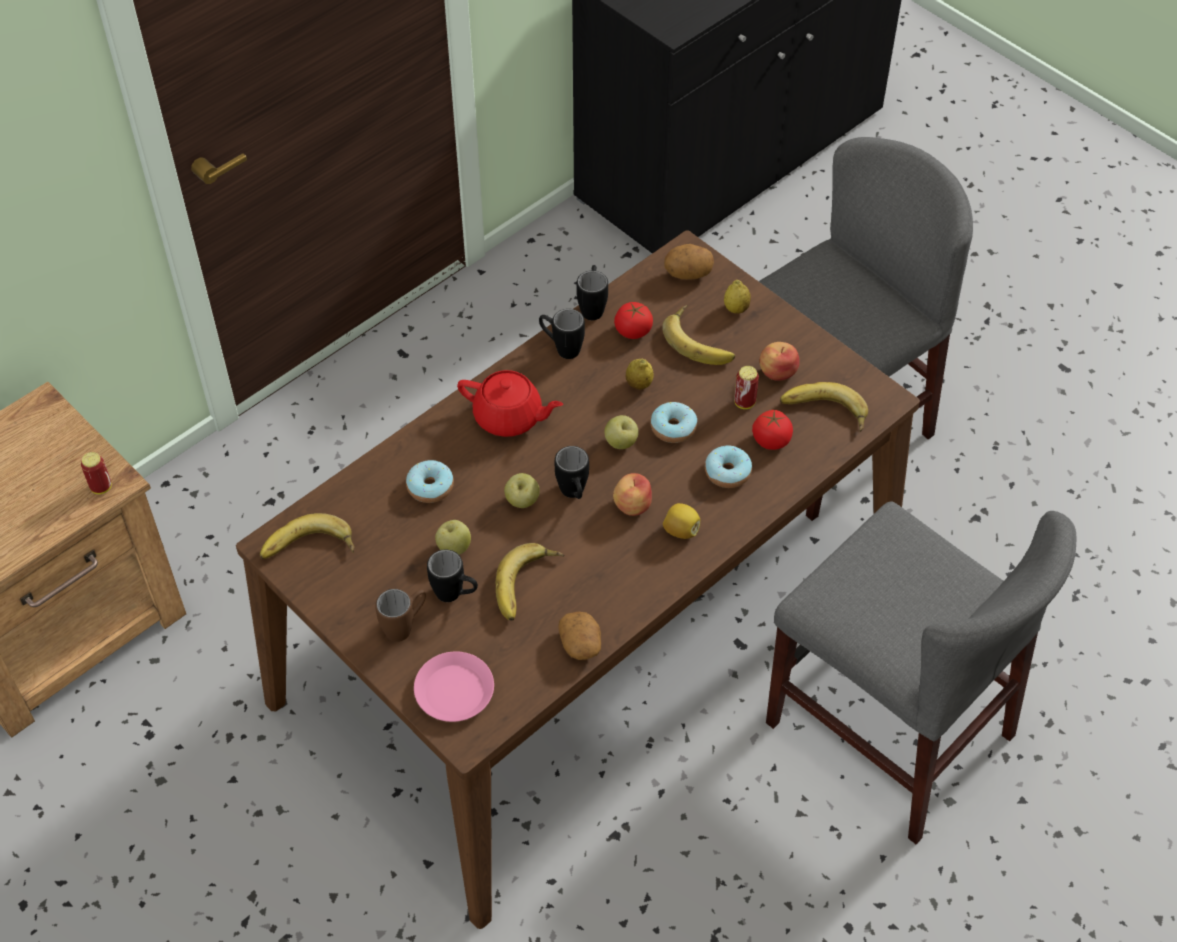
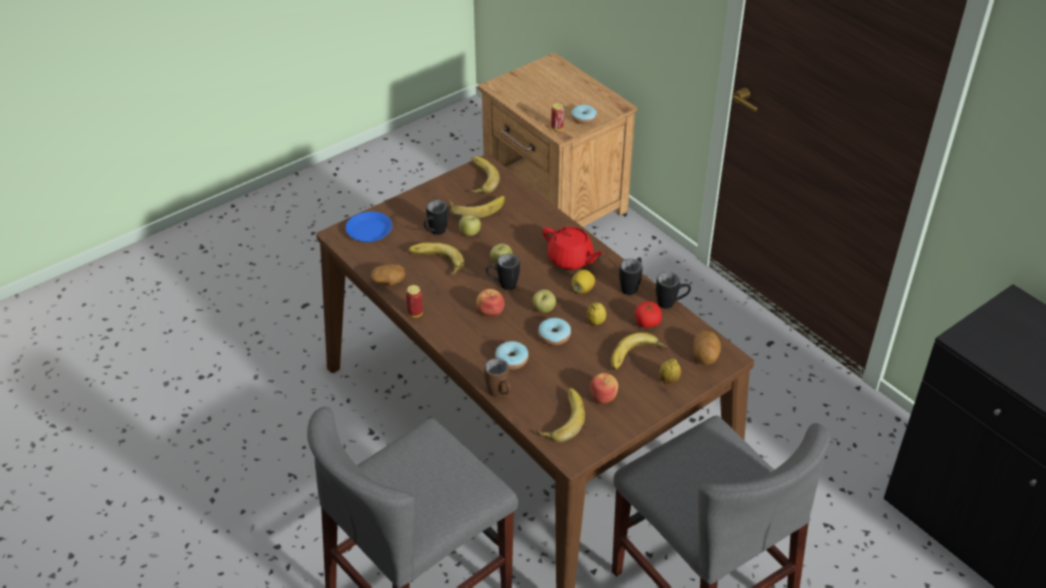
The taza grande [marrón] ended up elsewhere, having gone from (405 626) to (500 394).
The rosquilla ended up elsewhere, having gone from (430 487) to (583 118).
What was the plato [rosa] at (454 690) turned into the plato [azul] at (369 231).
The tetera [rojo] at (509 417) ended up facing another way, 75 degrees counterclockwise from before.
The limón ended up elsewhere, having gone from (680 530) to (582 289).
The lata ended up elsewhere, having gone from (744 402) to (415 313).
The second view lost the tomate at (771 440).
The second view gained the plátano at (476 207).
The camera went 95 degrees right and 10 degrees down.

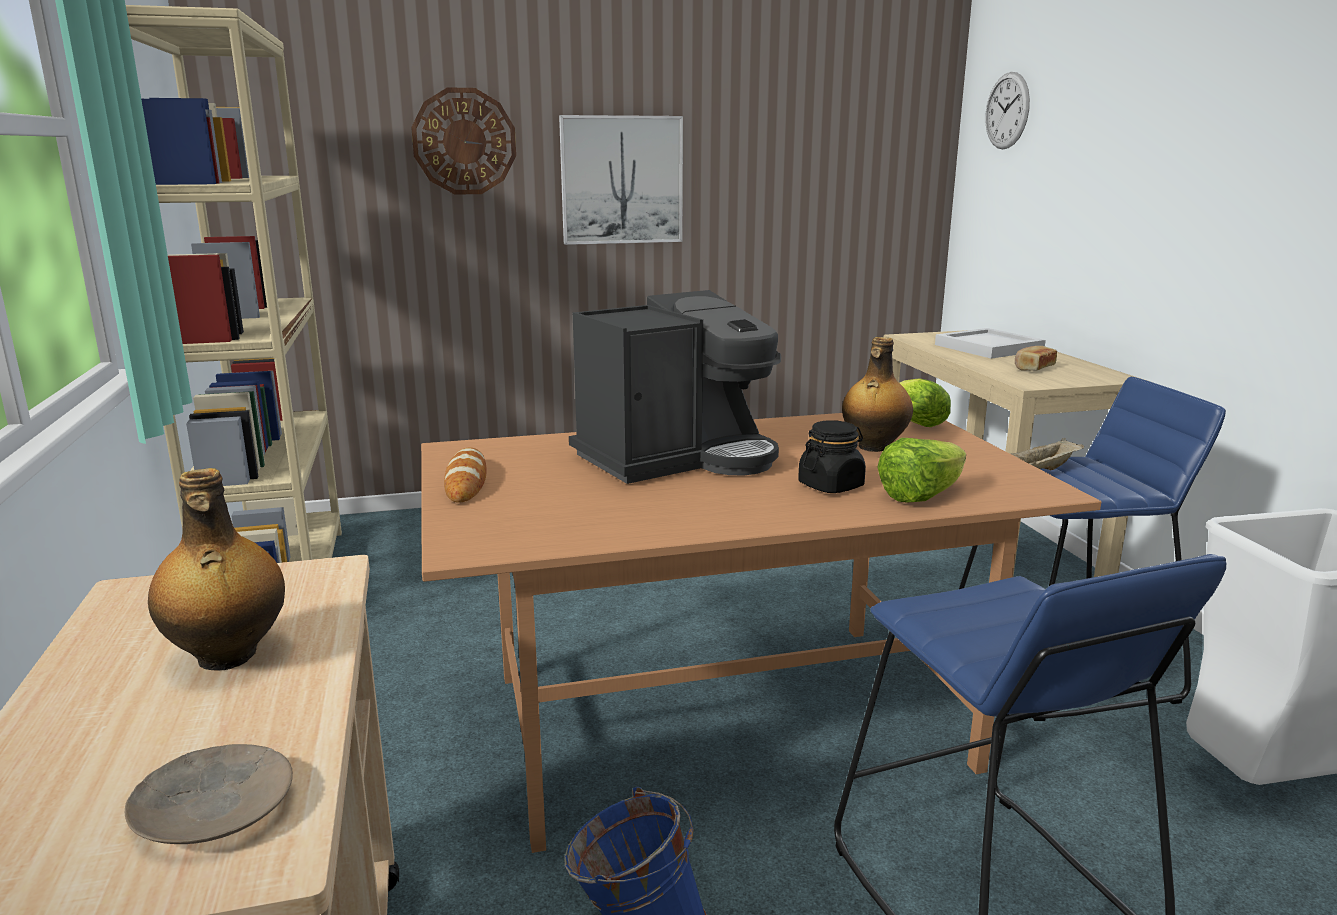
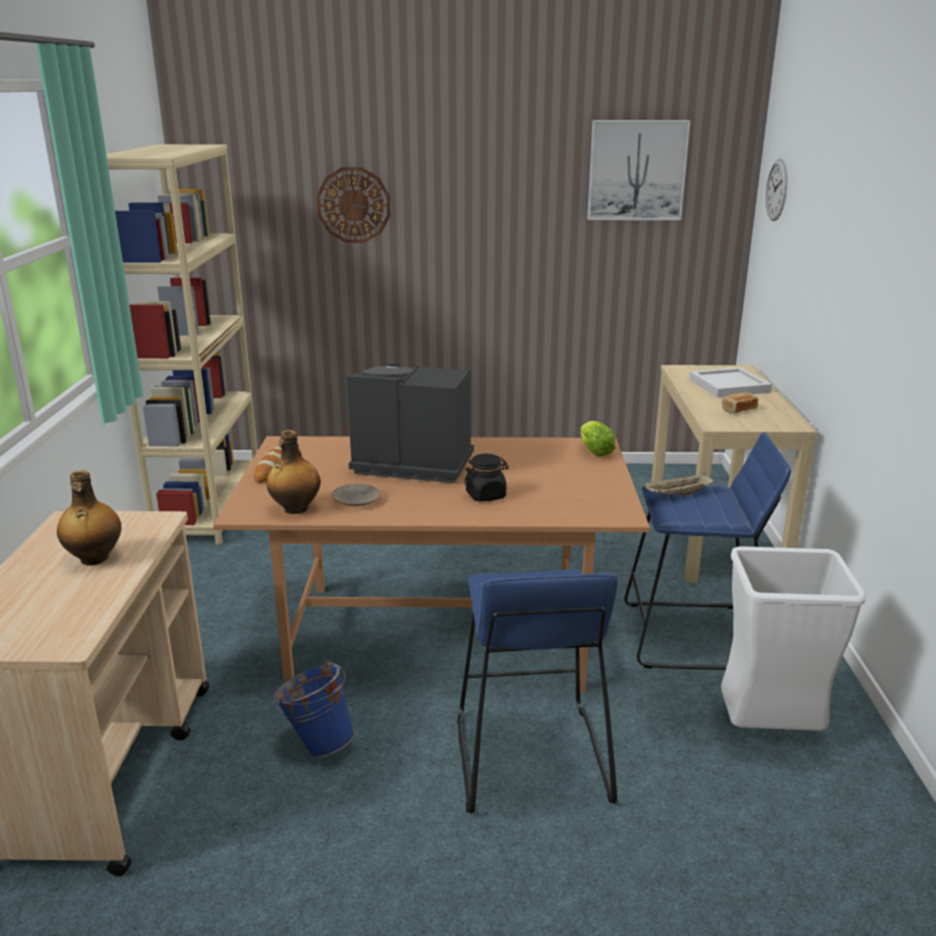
The plato [beis] ended up elsewhere, having gone from (213 808) to (356 500).
The cuadro ended up elsewhere, having gone from (621 180) to (637 170).
The cafetera at (678 458) ended up facing another way, 150 degrees counterclockwise from before.
The botella ended up elsewhere, having gone from (873 447) to (295 509).
The second view lost the lechuga at (920 495).
The camera went 15 degrees right and 5 degrees up.

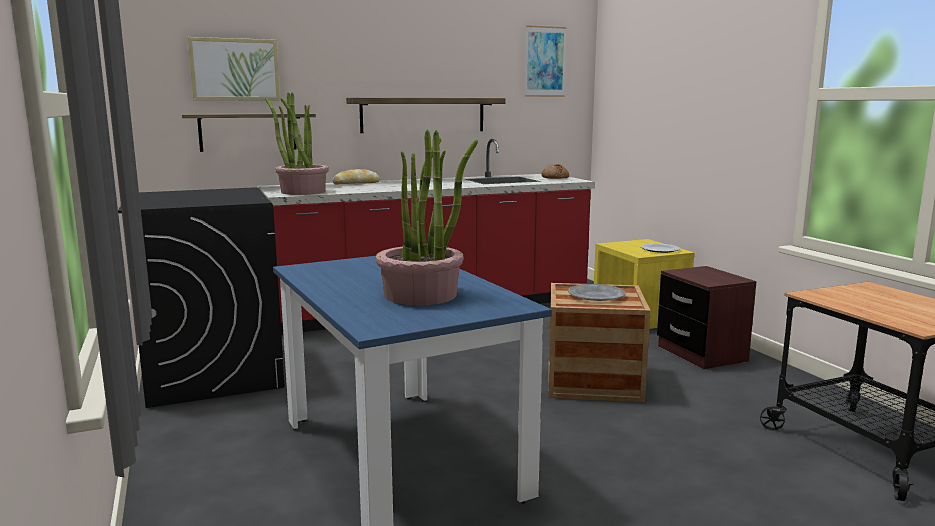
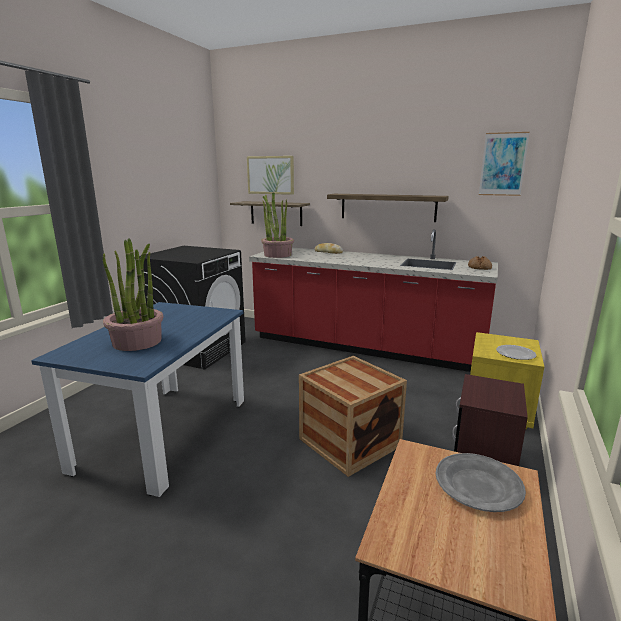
The plato [gris] ended up elsewhere, having gone from (596 296) to (477 485).
The camera went 45 degrees right and 5 degrees up.

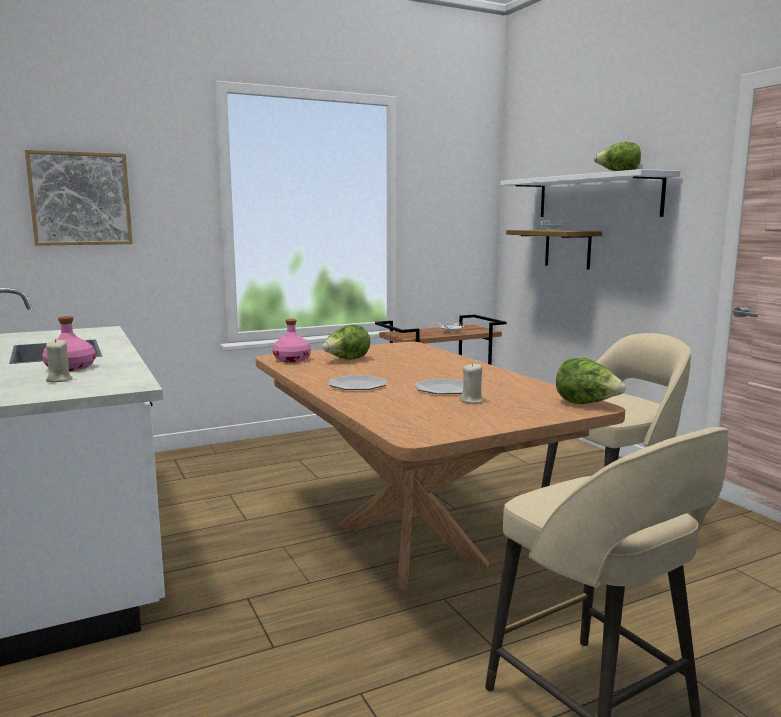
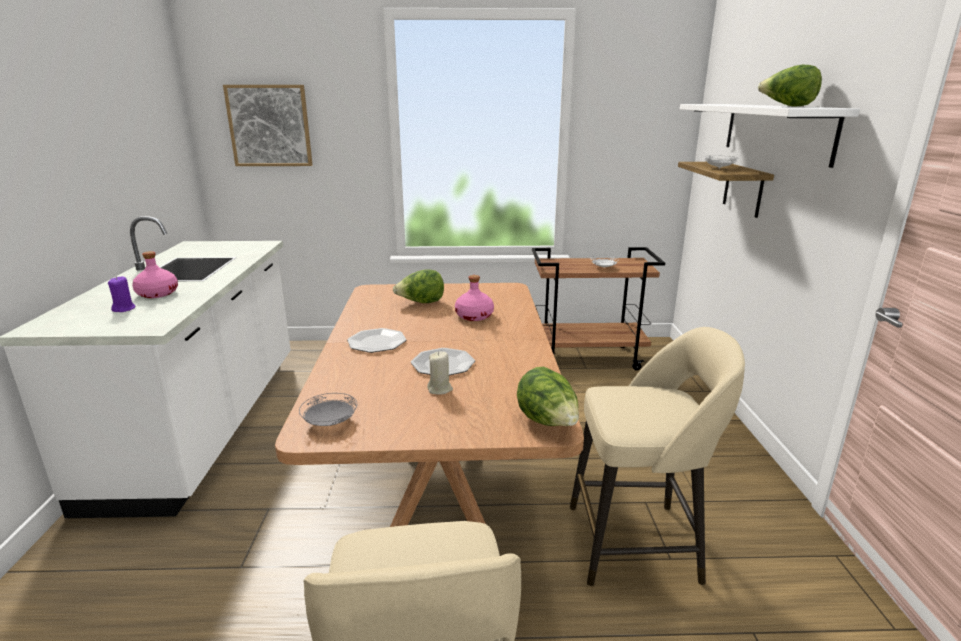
What was the vela [beis] at (59 380) turned into the vela [morado] at (124 309).
The botella [rosa] ended up elsewhere, having gone from (292 359) to (474 316).
The second view gained the plato [gris] at (330 422).
The camera went 25 degrees right and 10 degrees up.

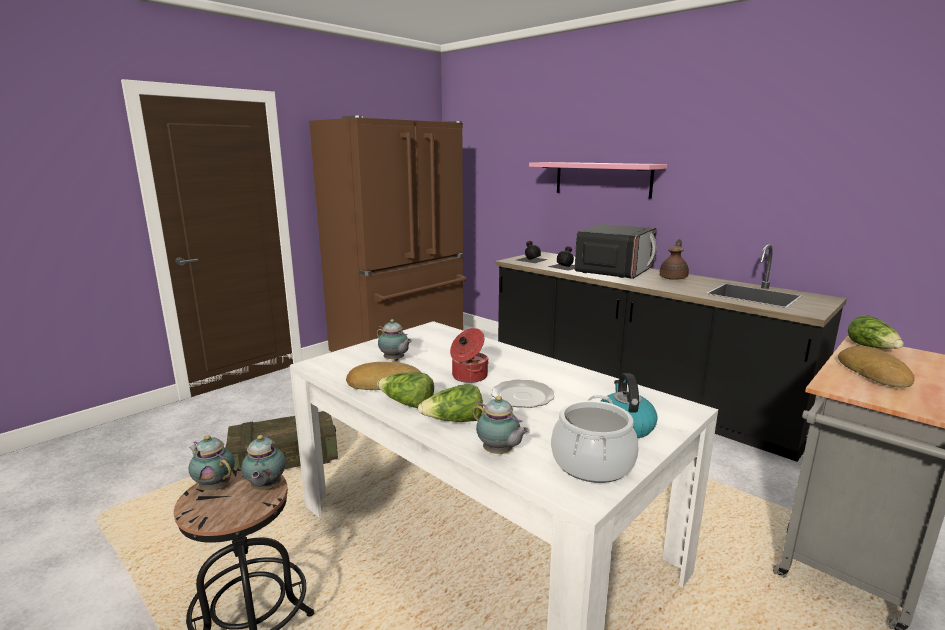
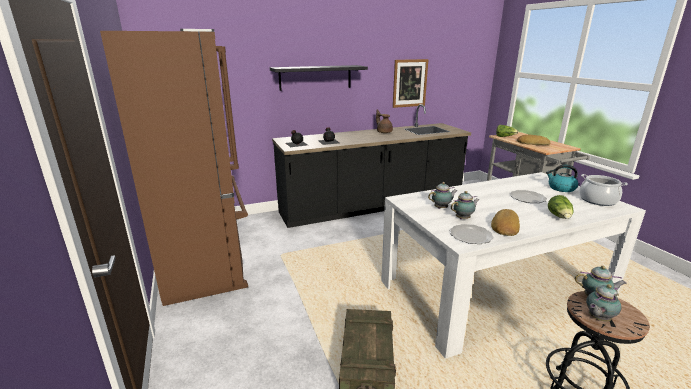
The second view lost the lechuga at (407 404).
The second view lost the olla at (468 376).
The tetera ended up elsewhere, having gone from (499 453) to (441 208).
What was the estante [rosa] at (602 179) turned into the estante [negro] at (315 77).
The second view lost the microondas at (614 271).
The second view gained the cuadro at (409 83).
The second view gained the plato at (471 235).
The camera went 65 degrees left and 5 degrees up.

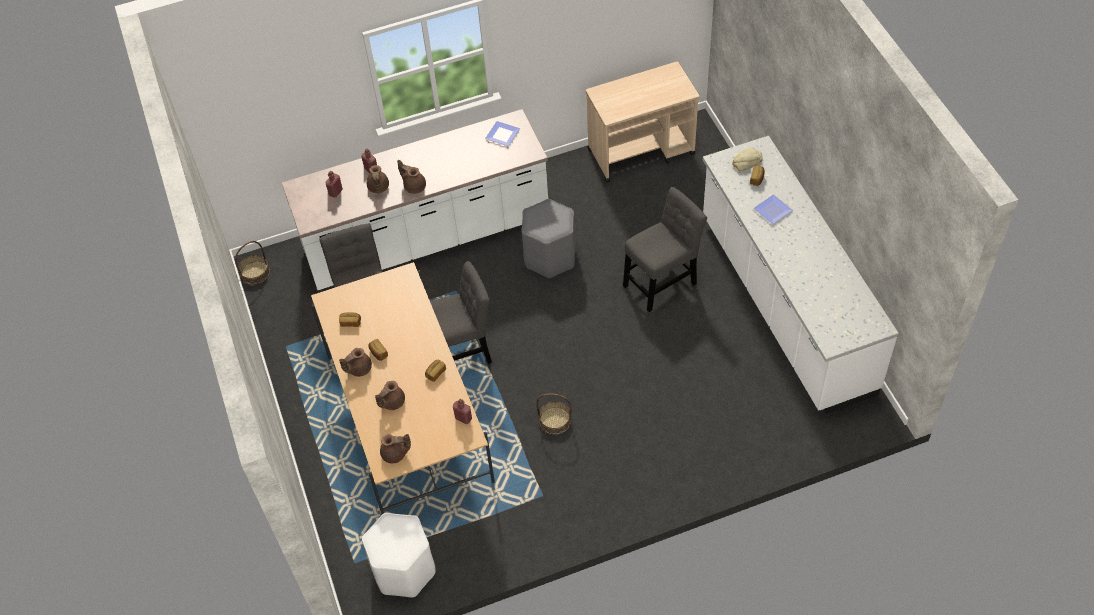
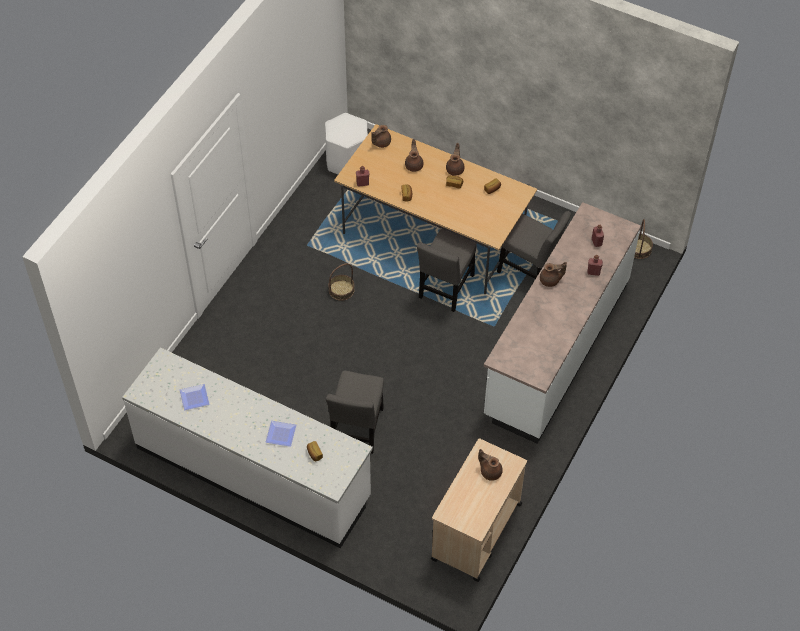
The tetera [marrón] ended up elsewhere, having gone from (378 188) to (490 471).
The plato ended up elsewhere, having gone from (503 136) to (193 397).
The second view lost the taburete [gris] at (550 256).
The second view lost the pan at (746 161).
The camera went 135 degrees right and 0 degrees up.

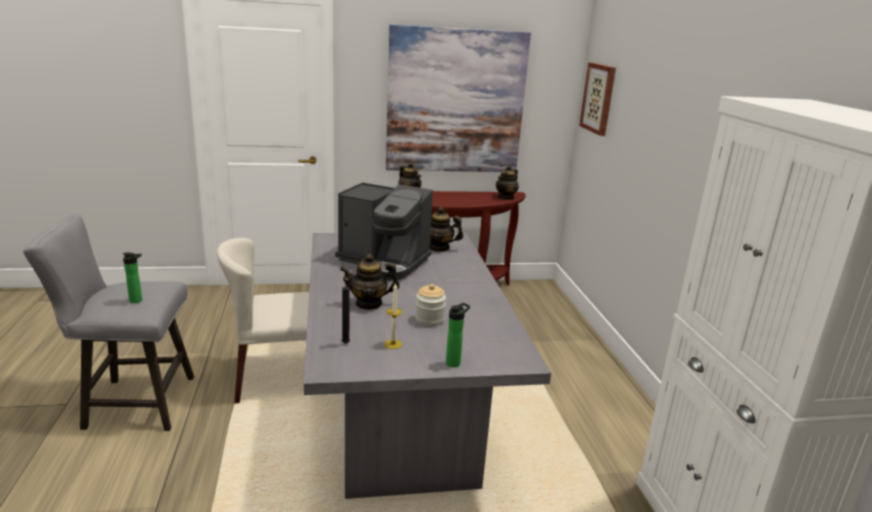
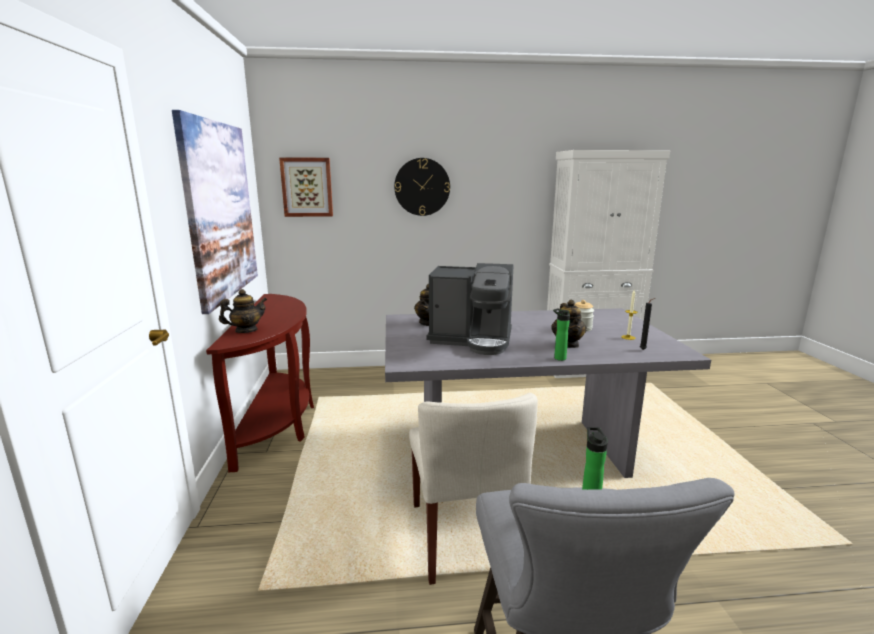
The cafetera at (384 262) ended up facing another way, 75 degrees clockwise from before.
The botella ended up elsewhere, having gone from (454 362) to (558 358).
The second view lost the tetera at (506 197).
The second view gained the reloj de pared at (422 187).
The camera went 85 degrees left and 5 degrees down.

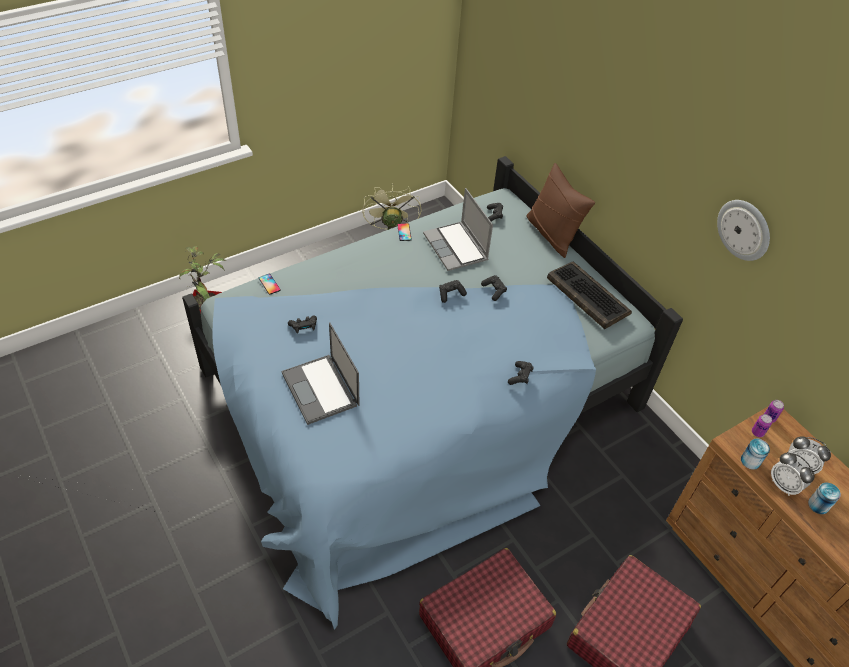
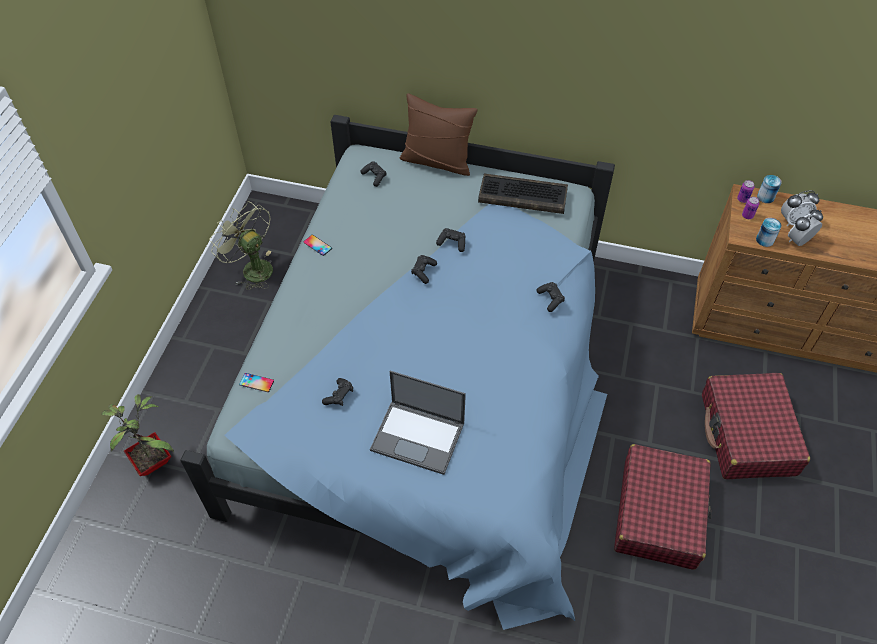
The second view lost the portátil at (456 248).
The second view lost the reloj de pared at (744 229).
The despertador at (783 485) ended up facing another way, 135 degrees clockwise from before.
The lata ended up elsewhere, having gone from (818 505) to (765 197).
The camera went 40 degrees left and 5 degrees up.

